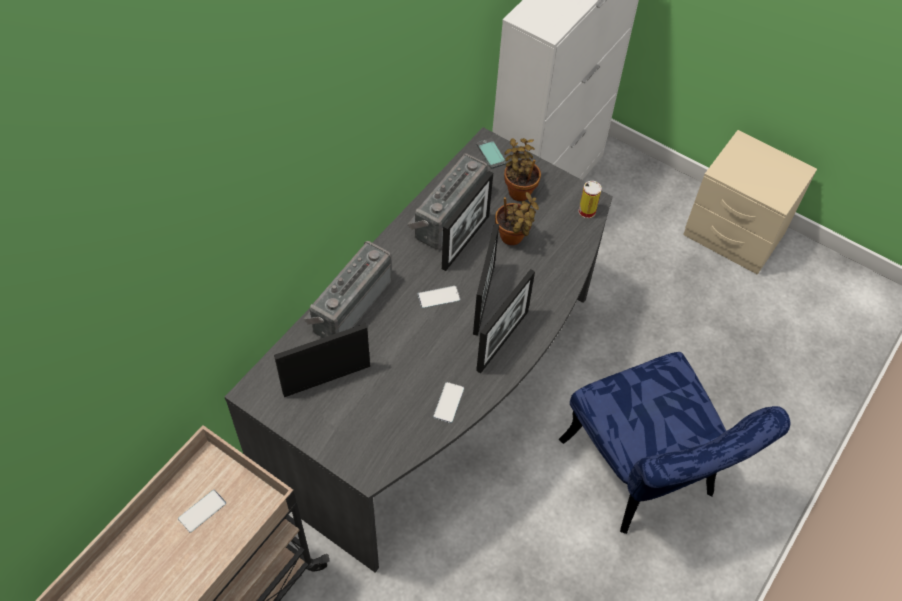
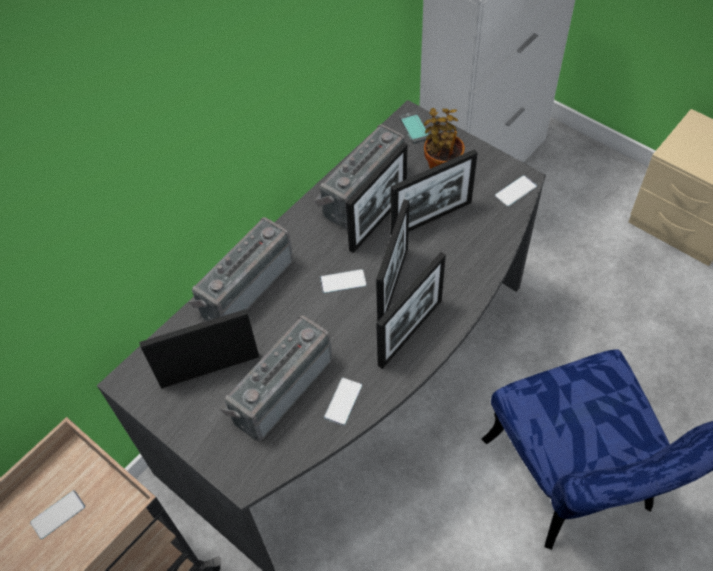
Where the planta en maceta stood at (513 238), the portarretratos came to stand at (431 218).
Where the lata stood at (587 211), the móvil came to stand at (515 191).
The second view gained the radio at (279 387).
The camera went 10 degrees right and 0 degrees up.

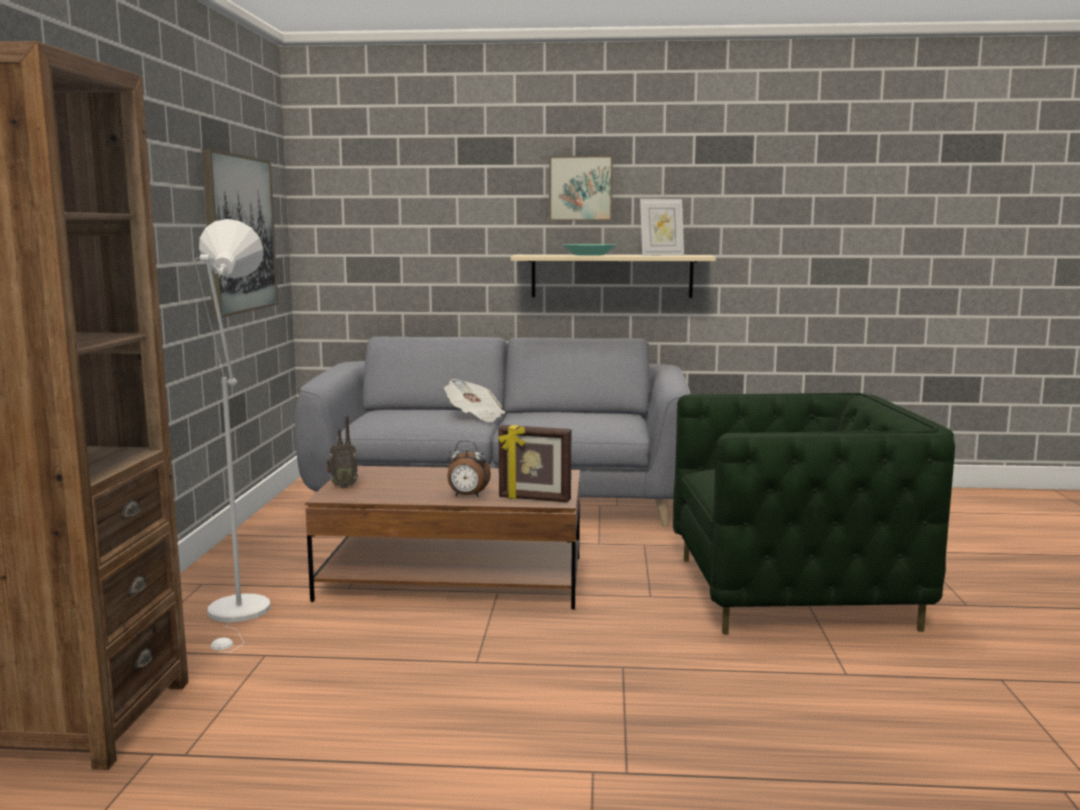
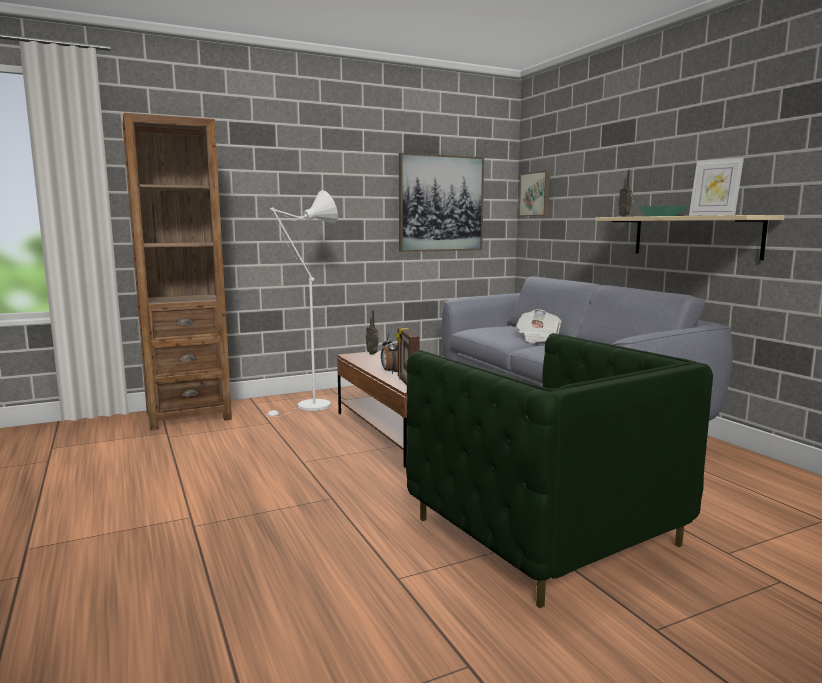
The cuadro ended up elsewhere, having gone from (580 188) to (535 194).
The second view gained the radio at (625 216).
The camera went 60 degrees right and 0 degrees up.

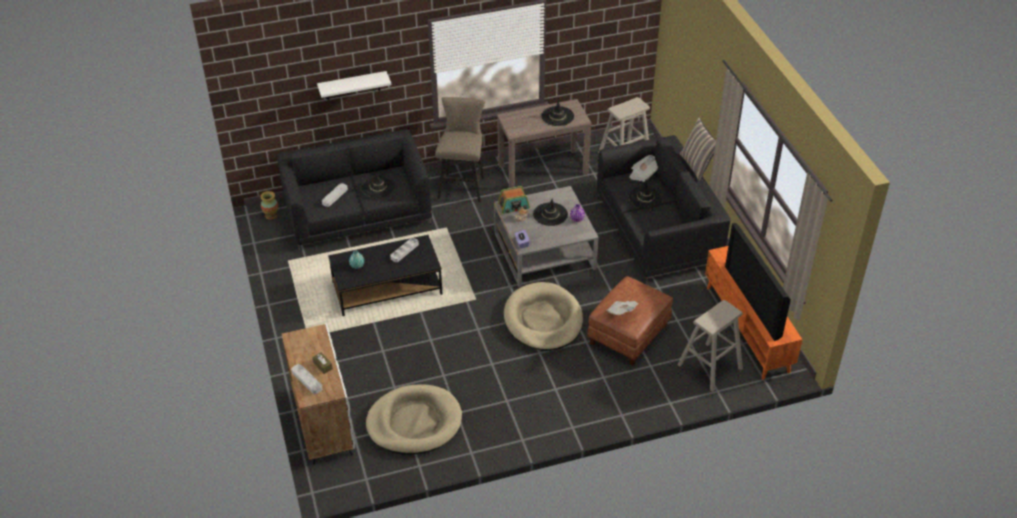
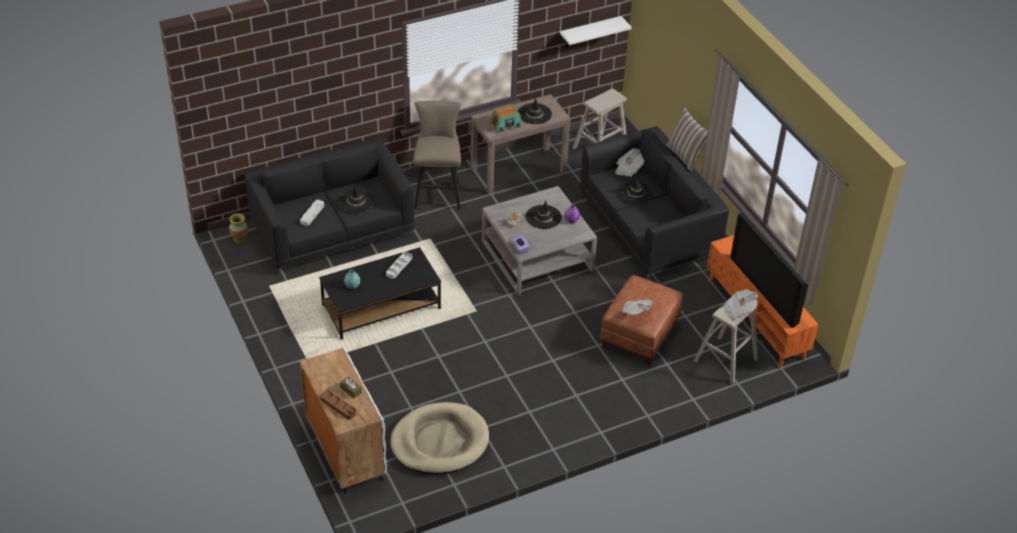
What was the bandeja [gris] at (307 380) turned into the bandeja [marrón] at (338 406).
The estante [blanco] ended up elsewhere, having gone from (352 85) to (590 32).
The radio ended up elsewhere, having gone from (513 206) to (506 125).
The second view lost the cama para perro [beis] at (543 320).
The second view gained the periódico at (738 310).
The camera went 10 degrees left and 0 degrees up.

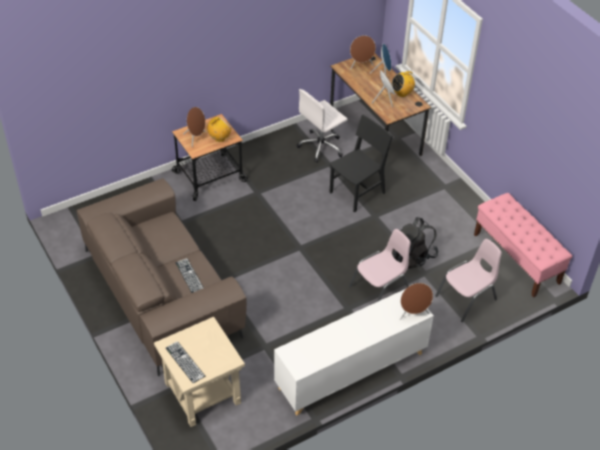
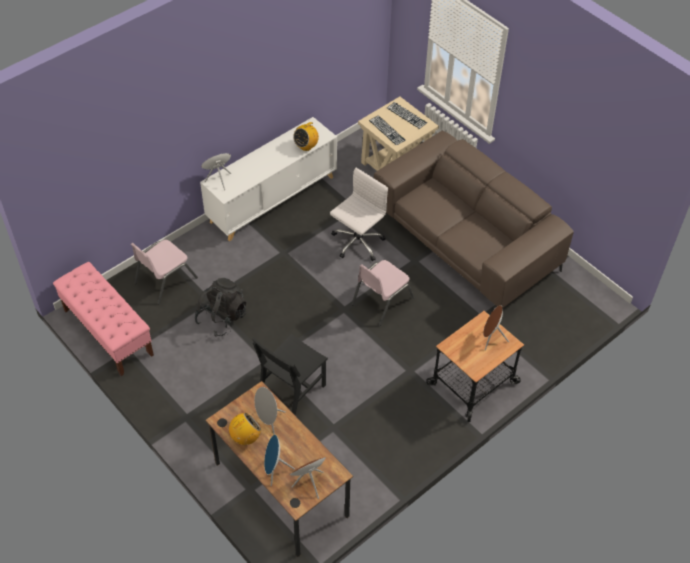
The teclado ended up elsewhere, having gone from (190 276) to (387 130).
The radio ended up elsewhere, having gone from (219 138) to (306 146).
The silla de oficina [blanco] ended up elsewhere, having gone from (321 147) to (357 243).
The silla [rosa] ended up elsewhere, having gone from (380 289) to (381 301).
The camera went 170 degrees right and 5 degrees up.

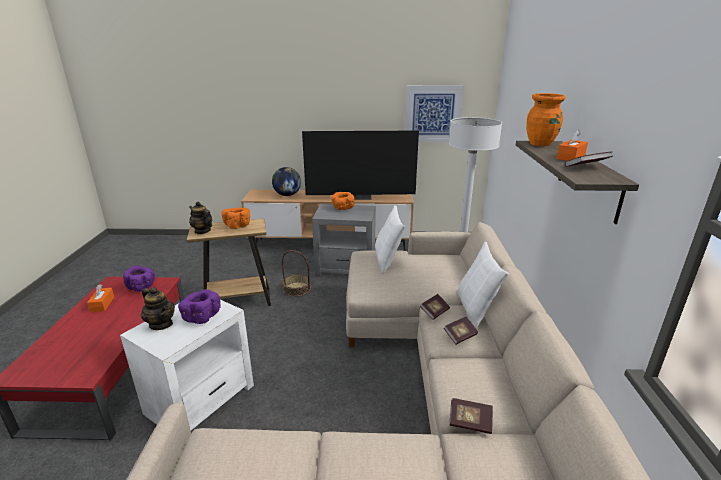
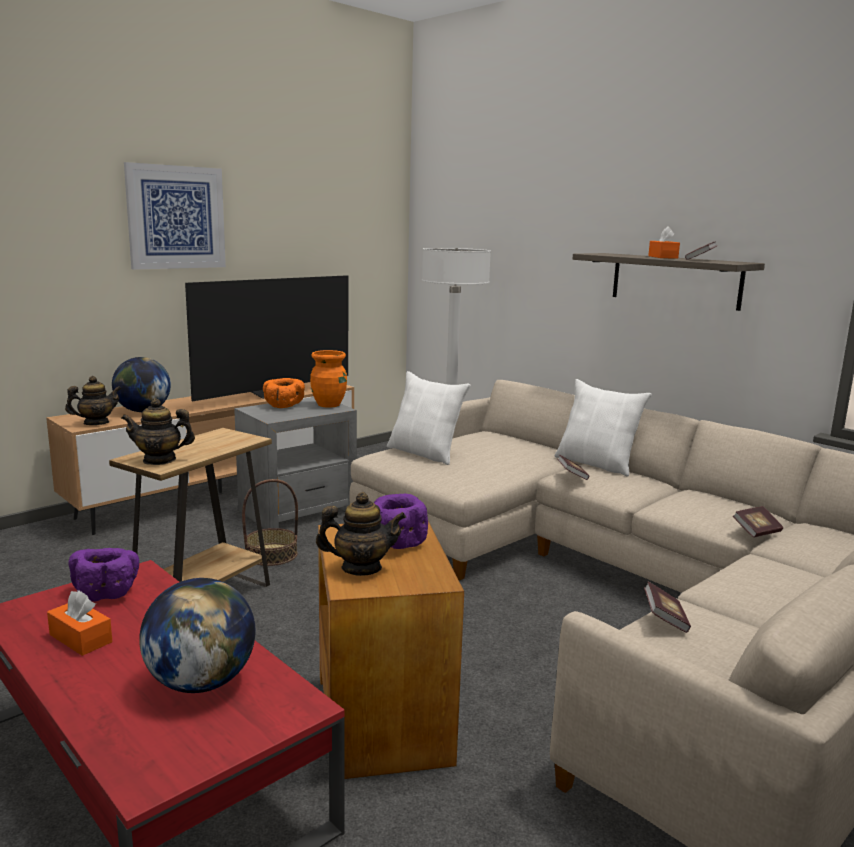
What was the mesa auxiliar [blanco] at (201 399) turned into the mesa auxiliar [marrón] at (383 716).
The second view lost the cuenco [naranja] at (238 225).
The cuadro ended up elsewhere, having gone from (432 114) to (176 217).
The libro ended up elsewhere, having gone from (460 336) to (665 619).
The florero [naranja] ended up elsewhere, having gone from (540 144) to (329 404).
The second view gained the tetera at (96 423).
The second view gained the globo terráqueo at (201 682).
The camera went 45 degrees left and 10 degrees down.

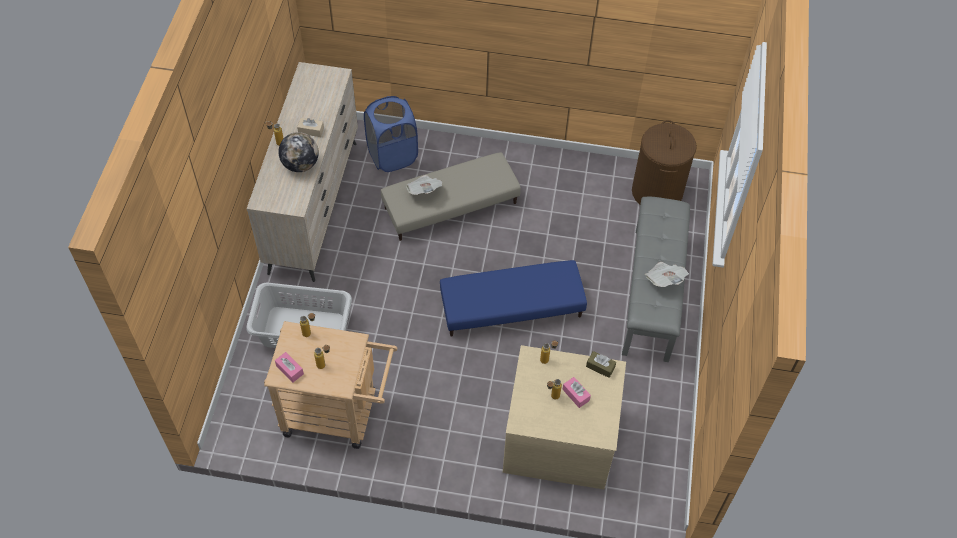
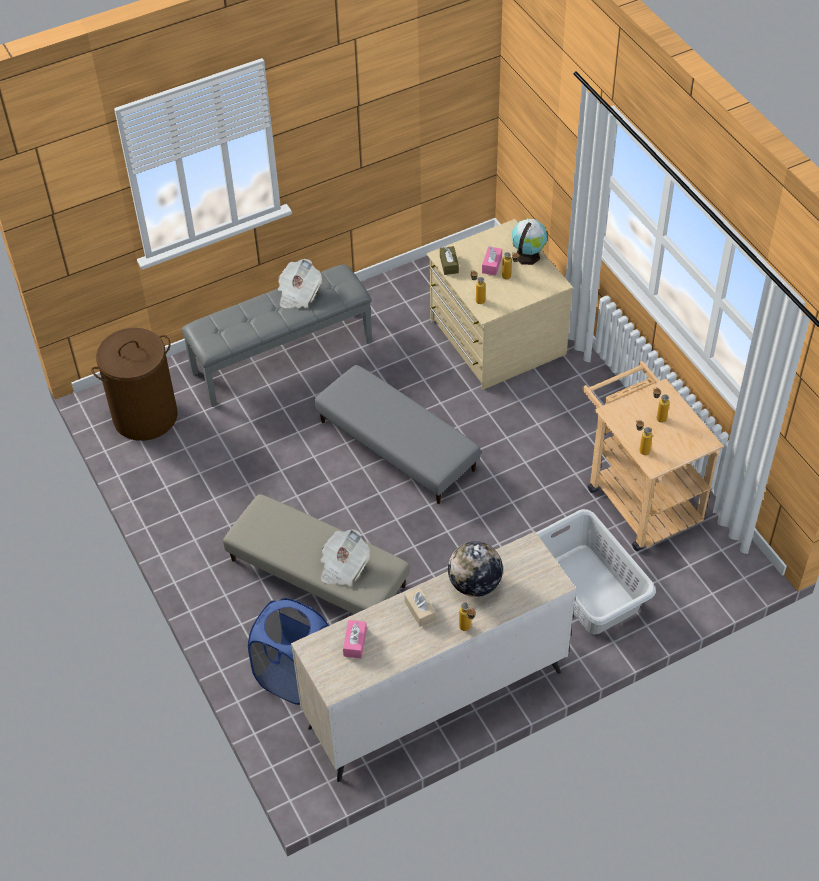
The caja de pañuelos [rosa] ended up elsewhere, having gone from (290 370) to (355 643).
What was the puf [azul] at (511 307) turned into the puf [gris] at (397 445).
The second view gained the globo terráqueo at (528 255).
The camera went 125 degrees left and 5 degrees down.

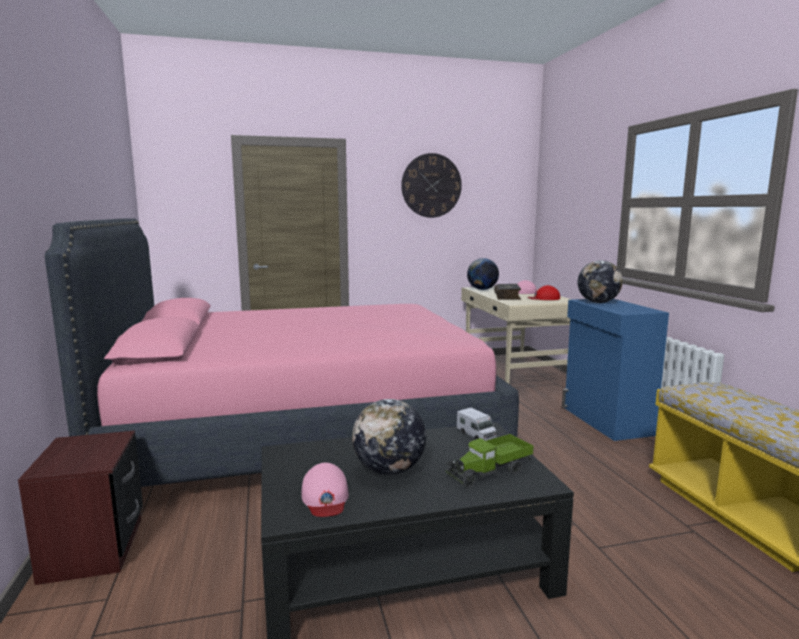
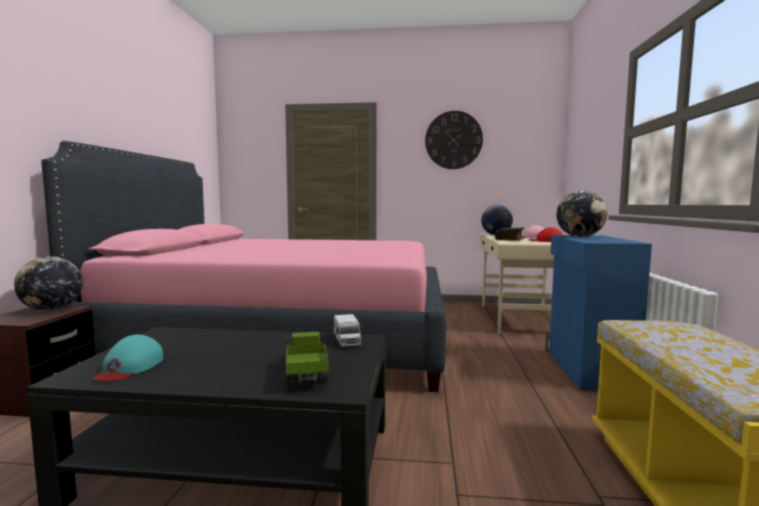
What was the gorra [rosa] at (325 497) turned into the gorra [turquesa] at (129 367).
The globo terráqueo ended up elsewhere, having gone from (389 470) to (52 310).
The camión de juguete at (489 472) ended up facing another way, 90 degrees clockwise from before.
The camera went 20 degrees right and 5 degrees down.

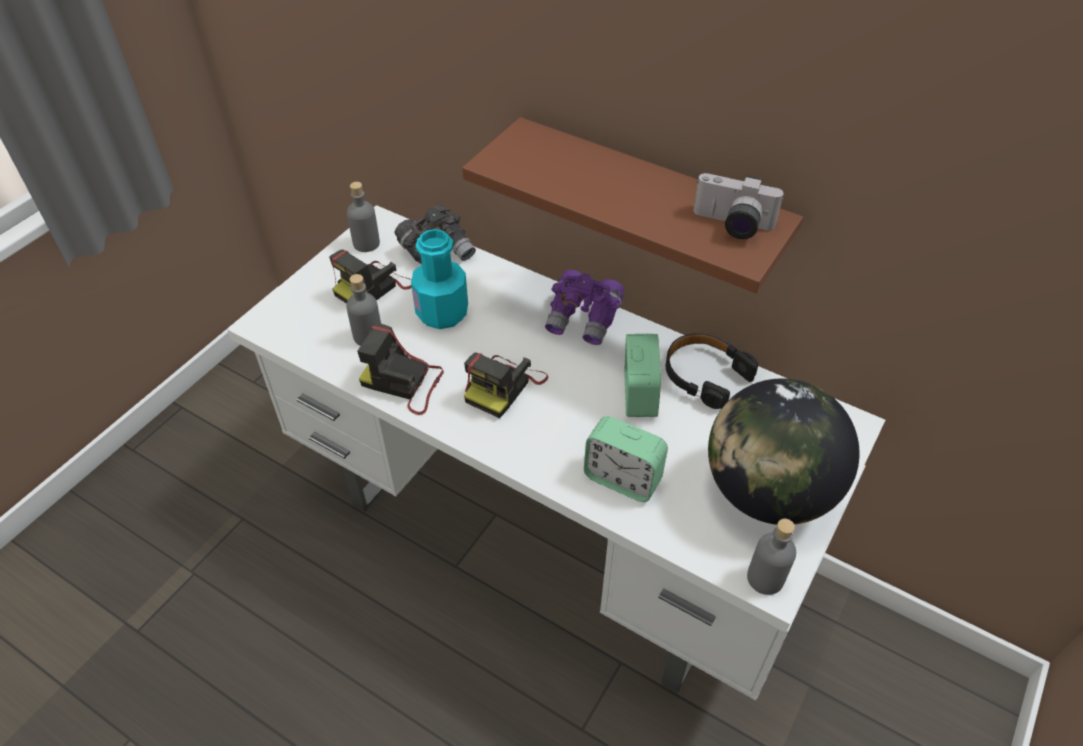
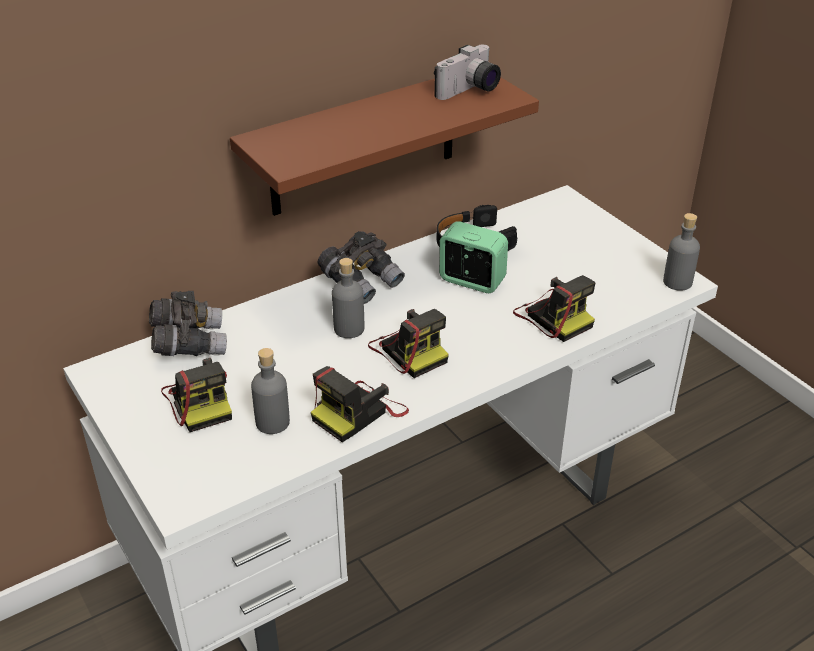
The botella [gris] ended up elsewhere, having gone from (366 243) to (349 329).
The second view lost the botella [turquesa] at (442 313).
What was the prismáticos [morado] at (584 320) turned into the prismáticos [gris] at (362 282).
Where the despertador stood at (622 478), the cámara came to stand at (553 316).
The second view lost the globo terráqueo at (767 492).
The camera went 65 degrees left and 10 degrees down.

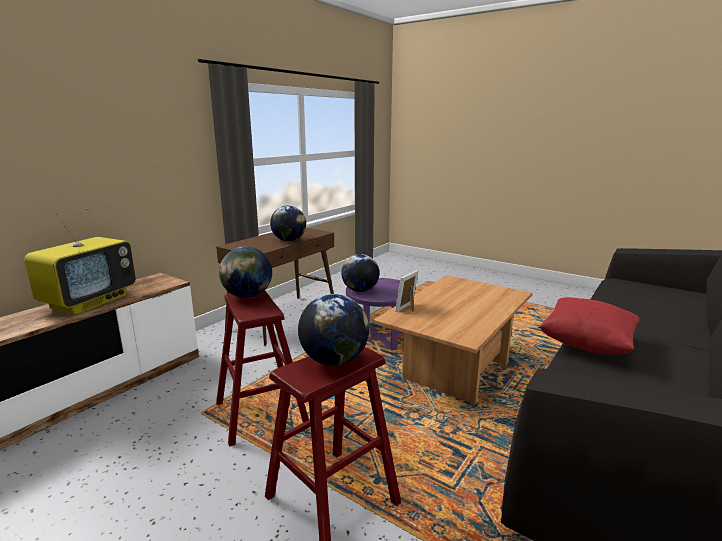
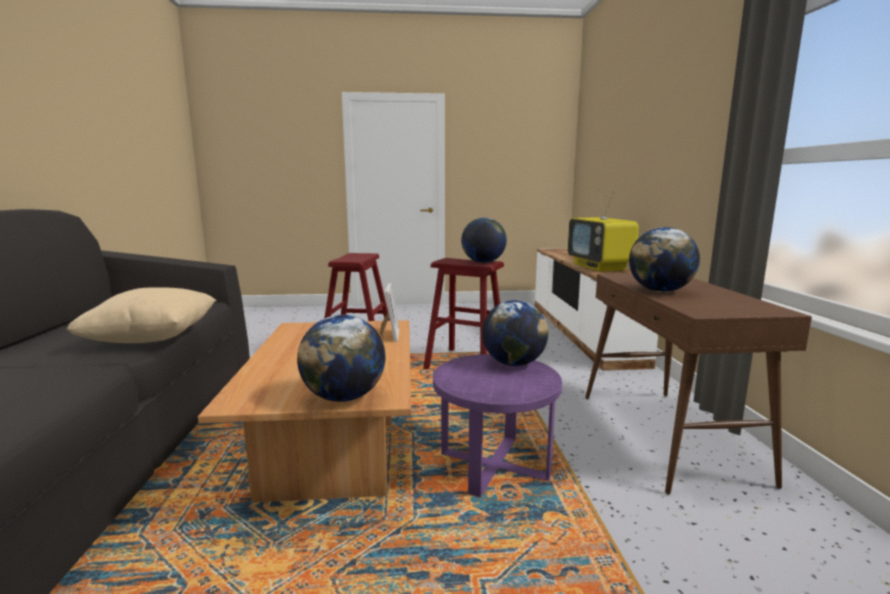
The globo terráqueo ended up elsewhere, having gone from (334 360) to (344 397).
What was the cojín [rojo] at (586 344) turned into the cojín [beis] at (152 340).
The camera went 140 degrees right and 5 degrees down.

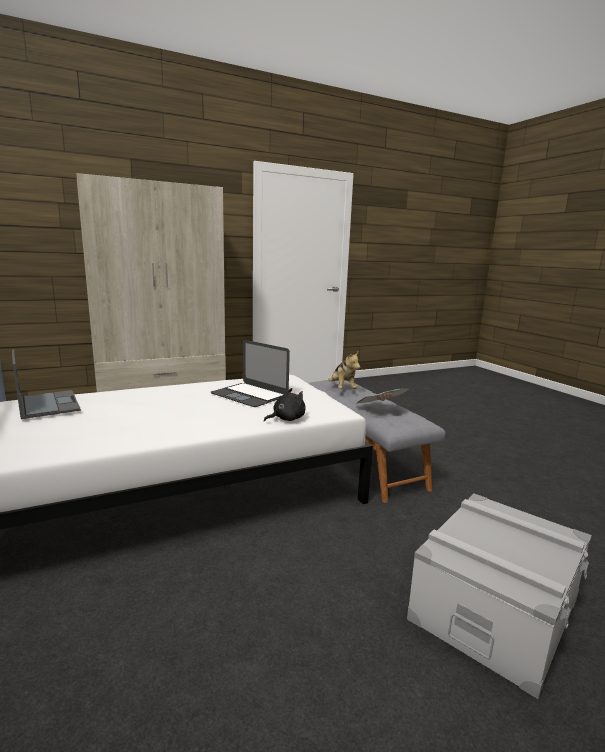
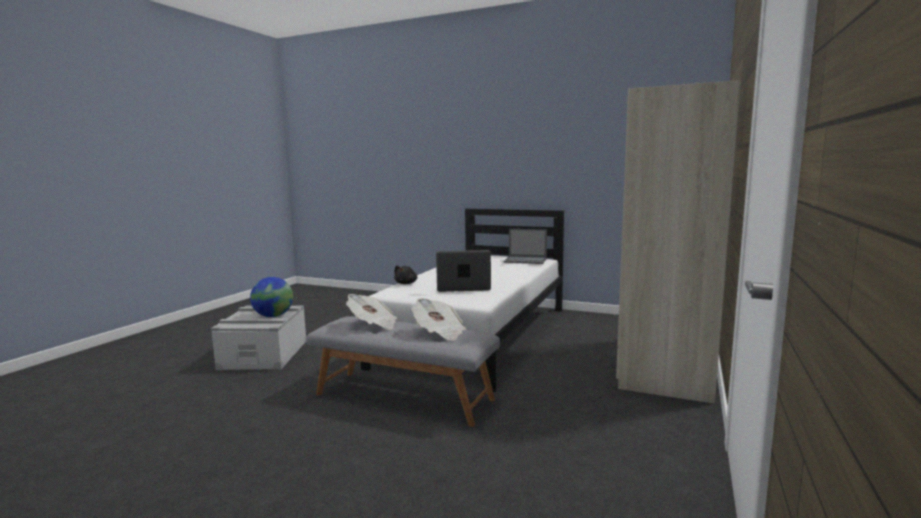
Where the peluche stood at (342 389), the periódico came to stand at (439 333).
The second view gained the globo terráqueo at (273 316).
The camera went 140 degrees right and 5 degrees down.

